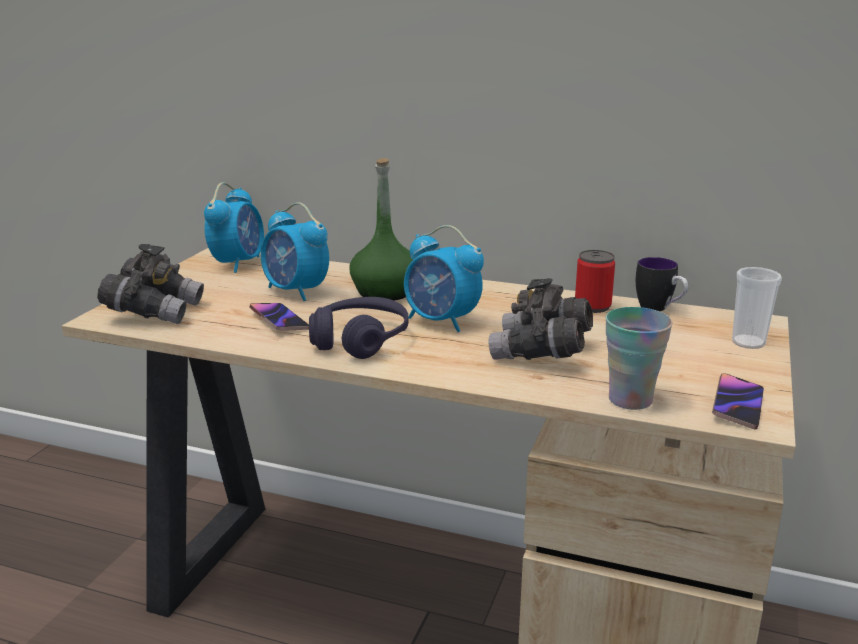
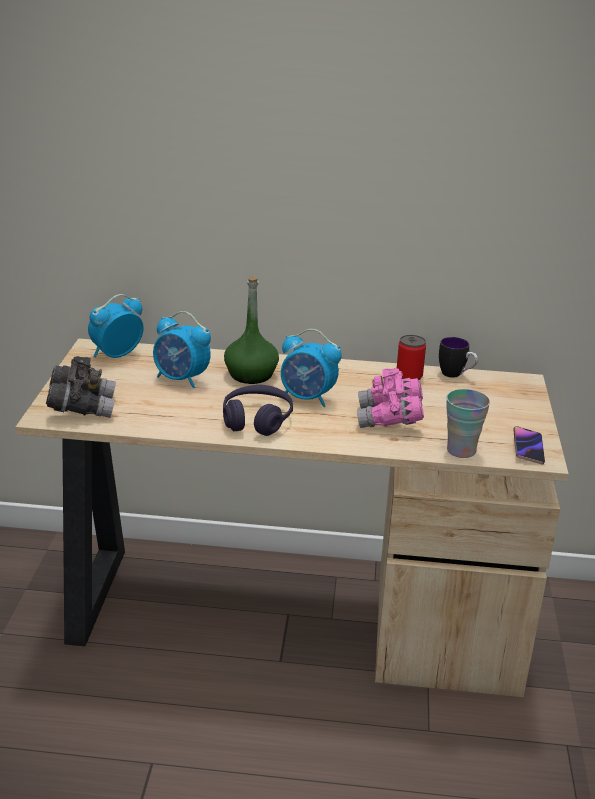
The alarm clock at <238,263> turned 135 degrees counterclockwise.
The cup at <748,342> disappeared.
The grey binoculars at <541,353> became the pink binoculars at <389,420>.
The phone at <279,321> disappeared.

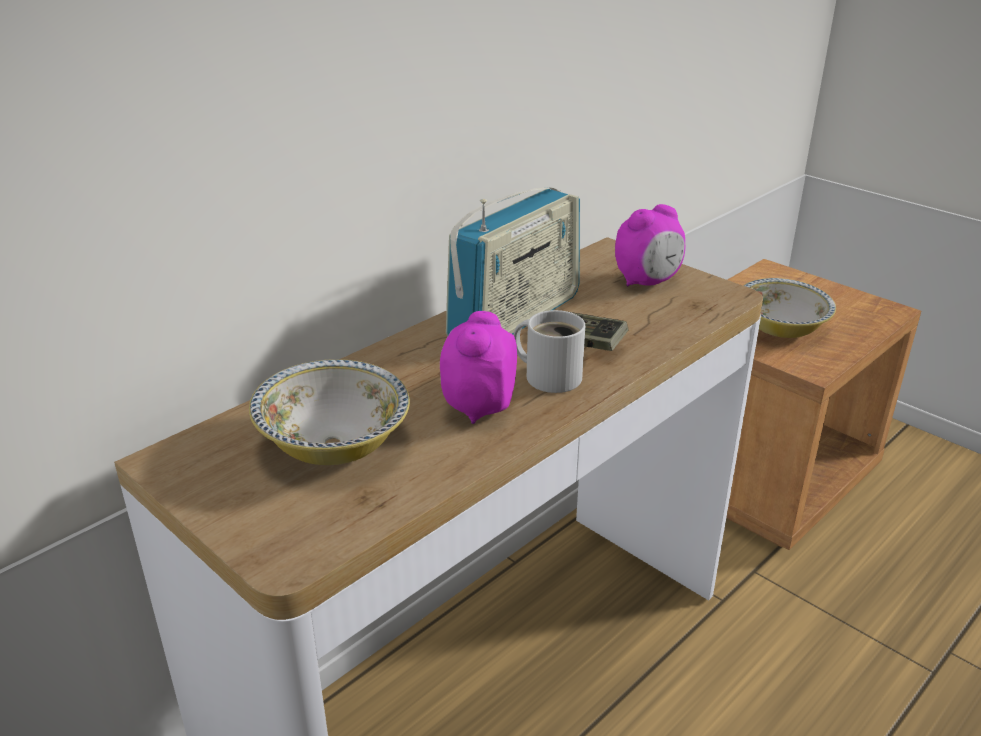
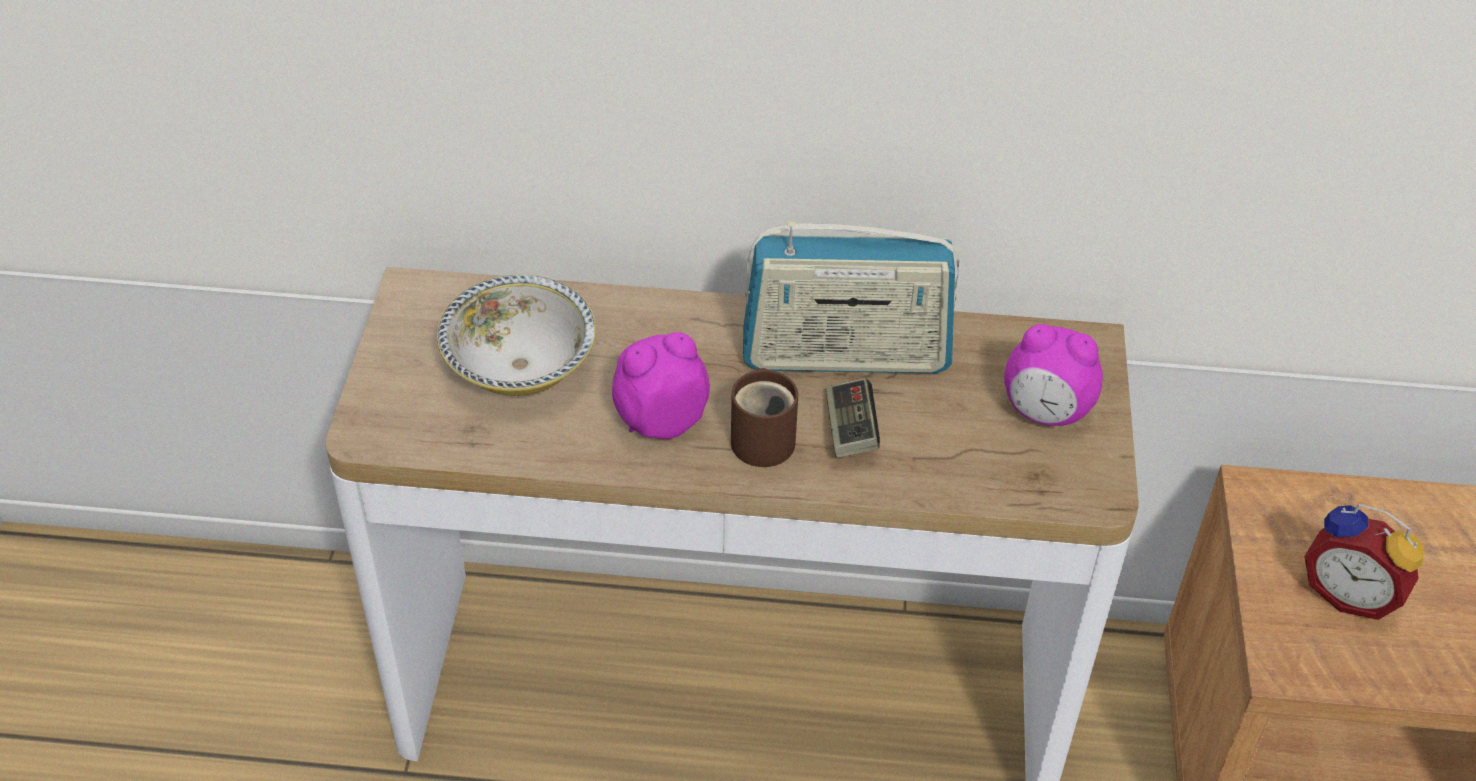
The bowl at <781,328> was replaced by the alarm clock at <1350,593>.
The white mug at <550,375> became the brown mug at <764,437>.

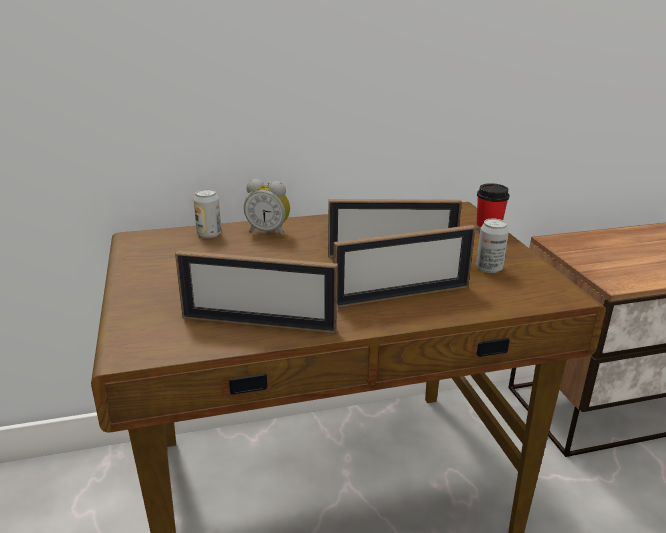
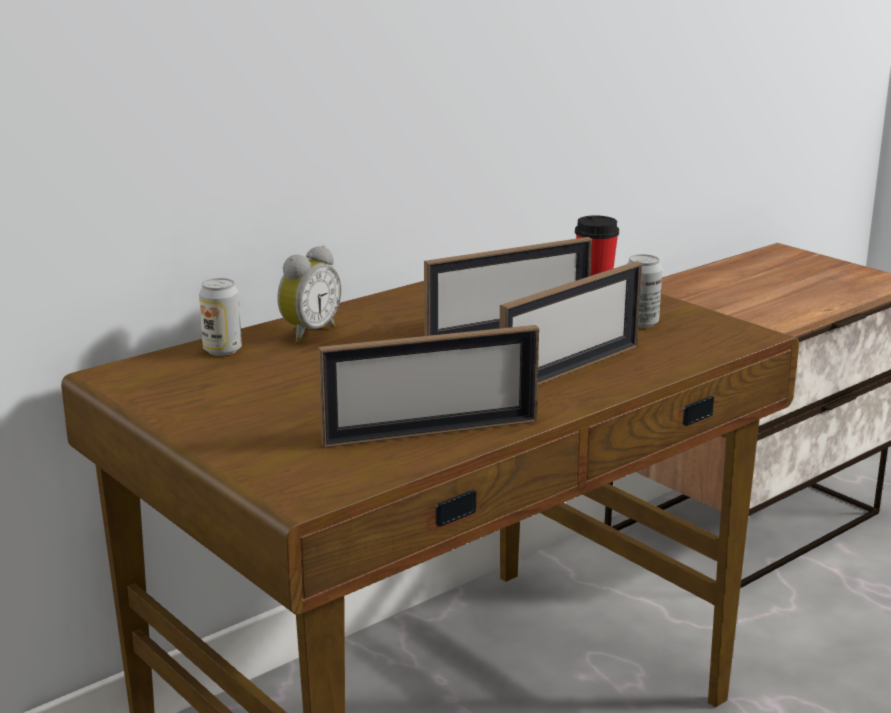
The alarm clock at <269,232> turned 45 degrees counterclockwise.

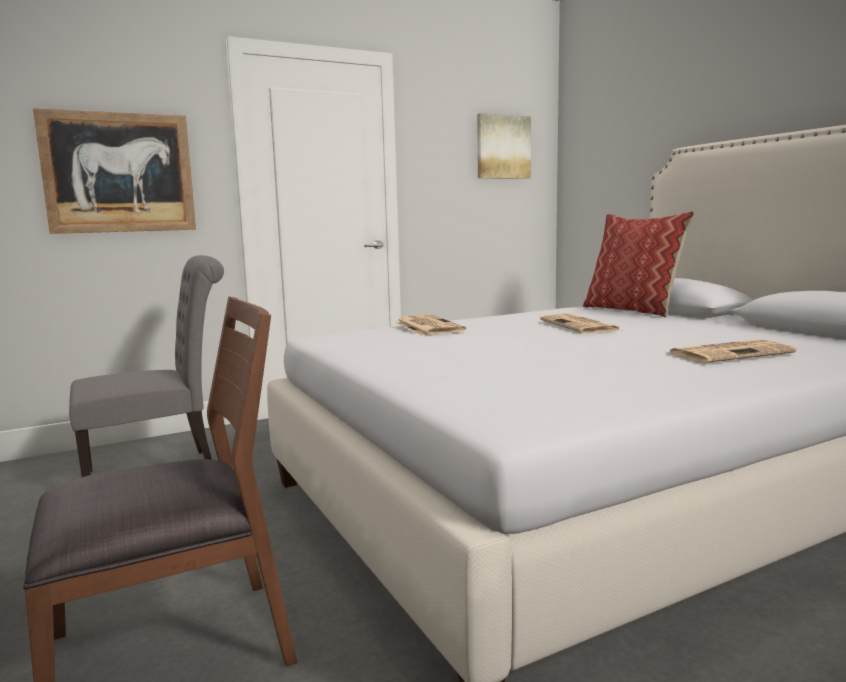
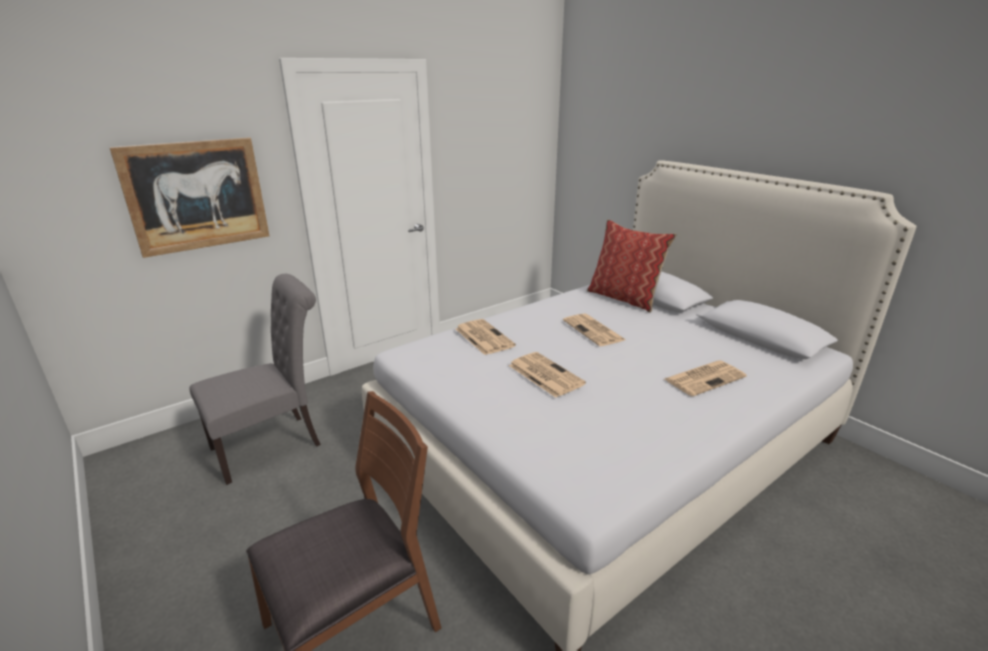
The picture at <502,147> disappeared.
The newspaper at <544,374> appeared.

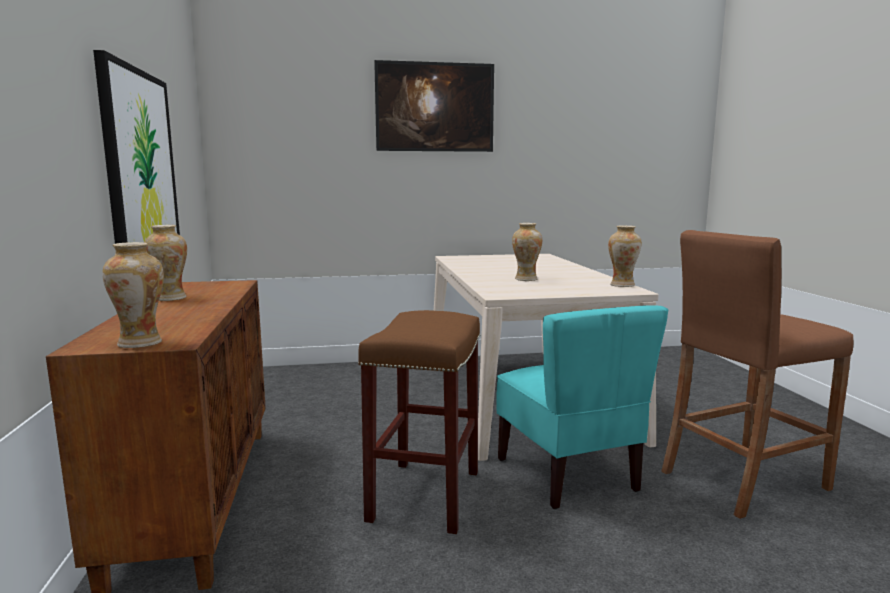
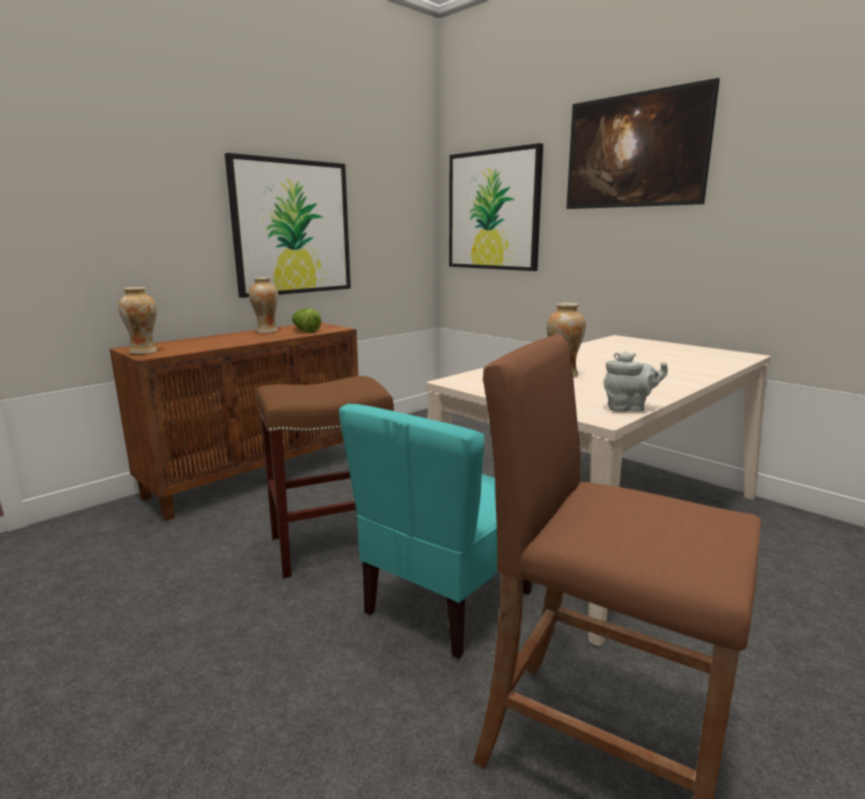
The vase at <622,285> was replaced by the grey teapot at <629,408>.
The picture at <493,210> appeared.
The lettuce at <305,331> appeared.

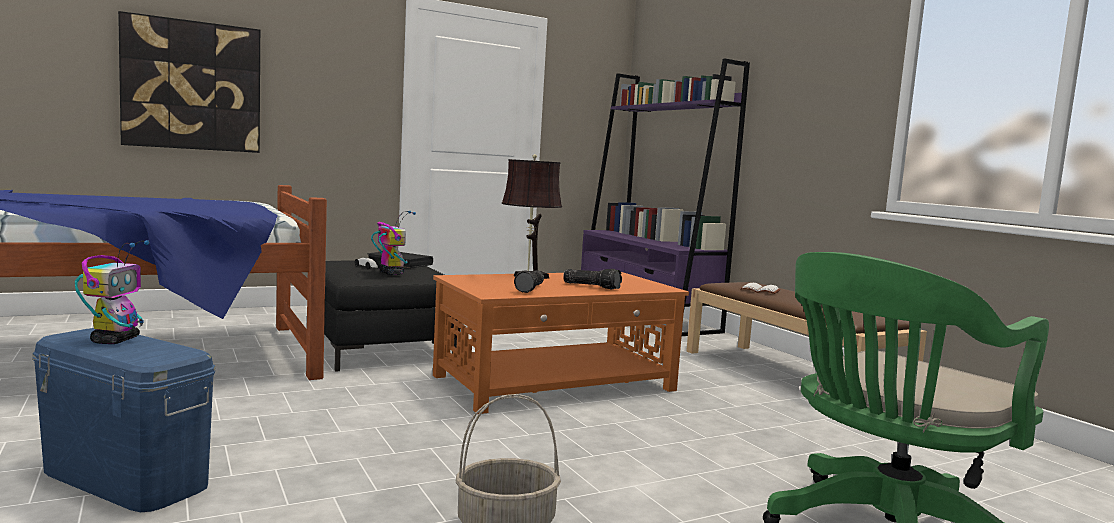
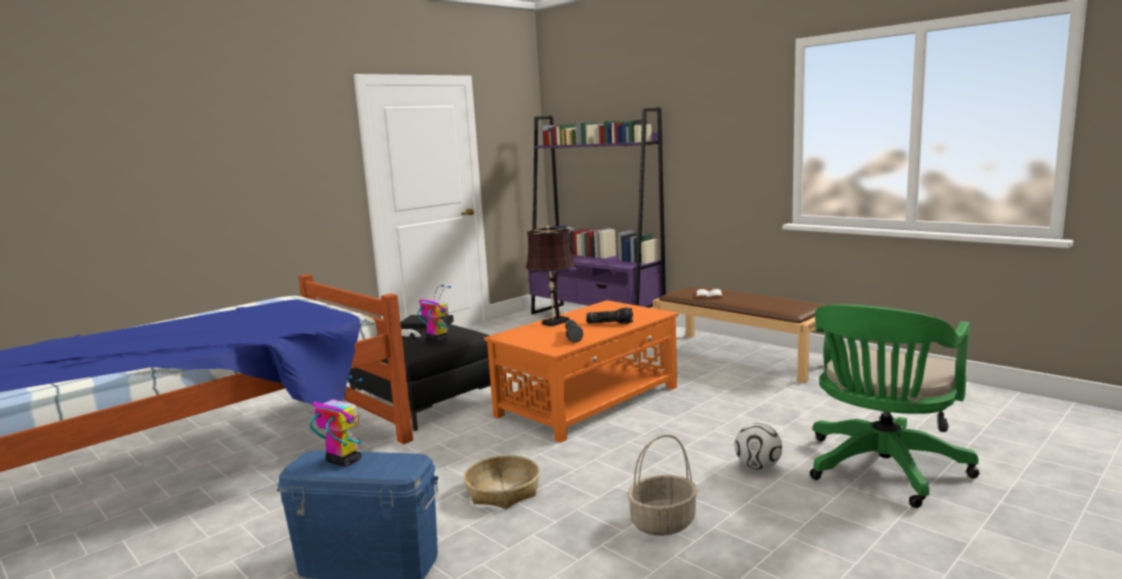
The picture at <192,86> disappeared.
The toy robot at <116,340> turned 45 degrees counterclockwise.
The football at <758,467> appeared.
The basket at <502,491> appeared.

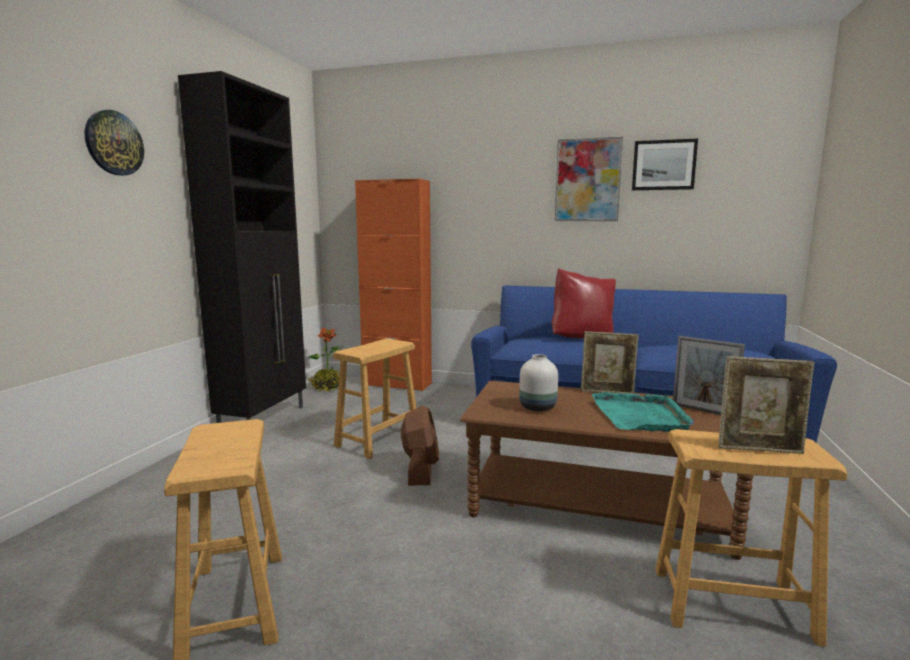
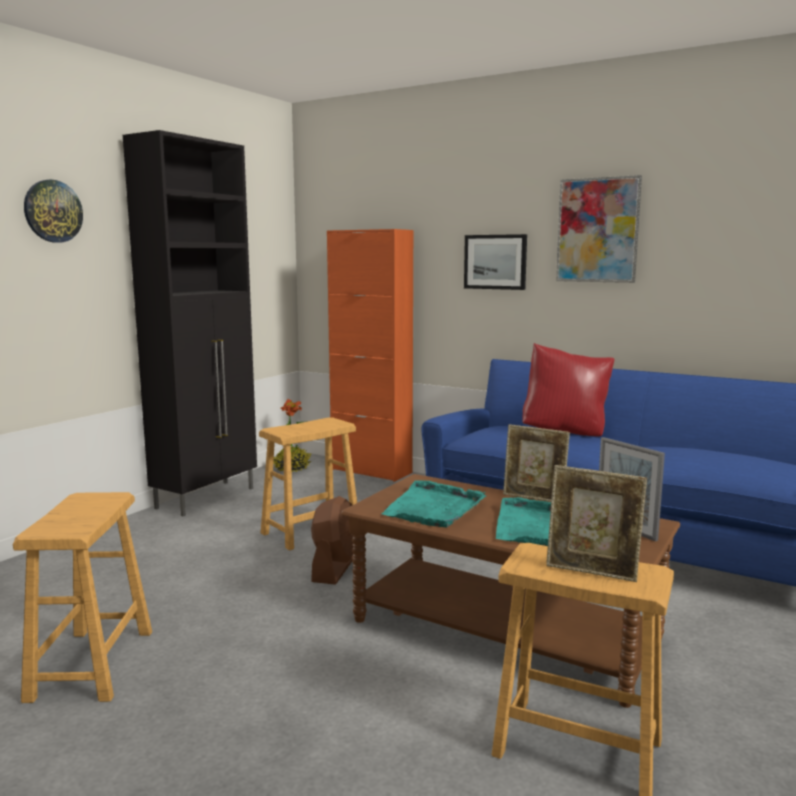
The picture moved from <663,165> to <495,262>.
The white vase at <538,408> was replaced by the turquoise tray at <434,508>.

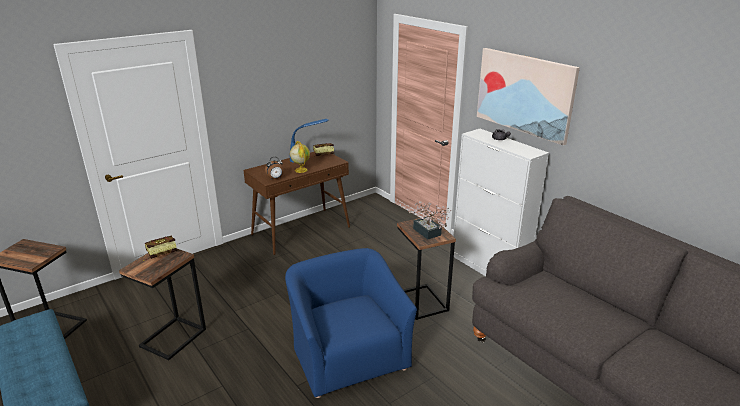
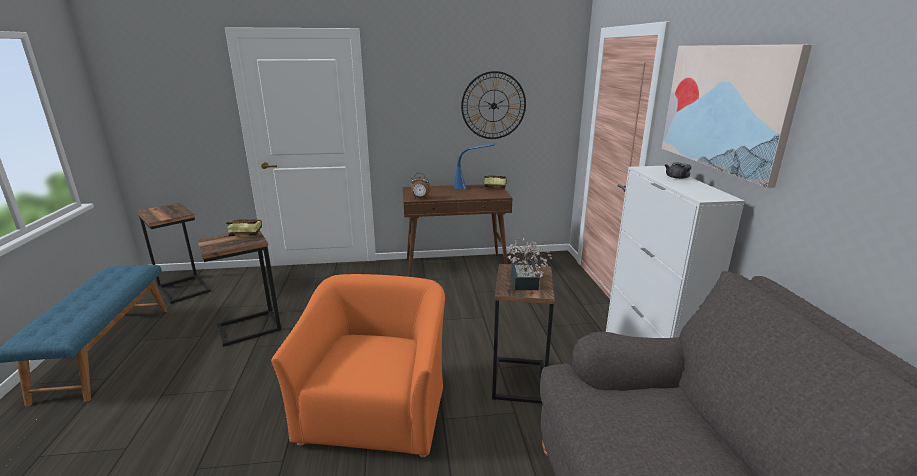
The globe at <300,170> disappeared.
The blue armchair at <348,356> became the orange armchair at <376,410>.
The wall clock at <493,105> appeared.

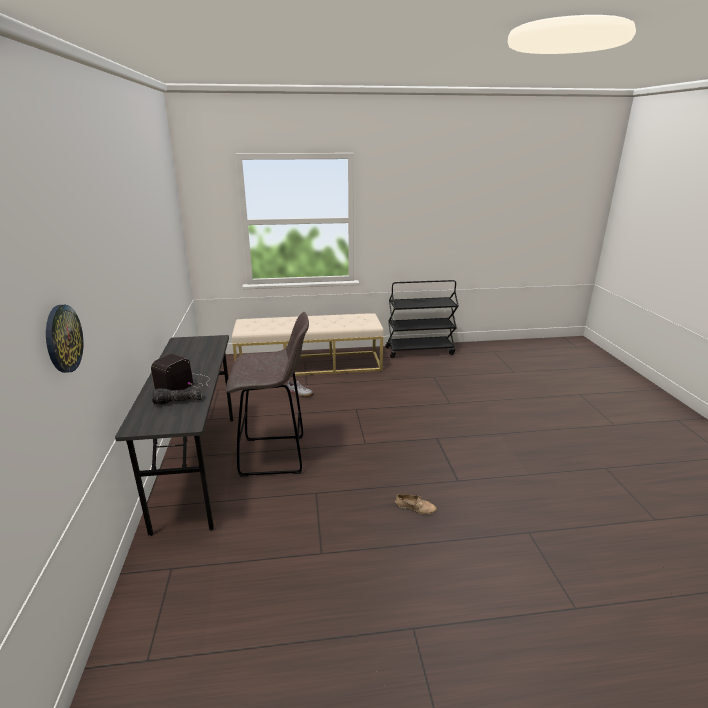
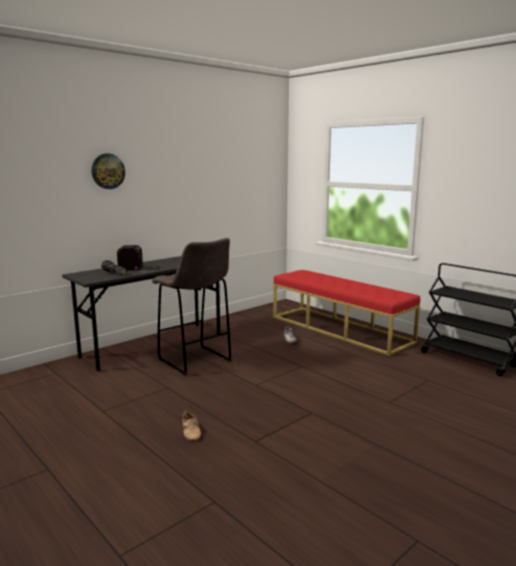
The wall clock moved from <63,338> to <108,171>.
The beige bench at <309,365> became the red bench at <340,329>.

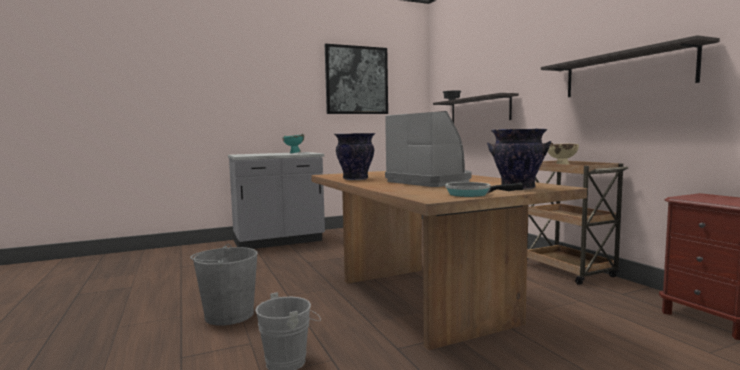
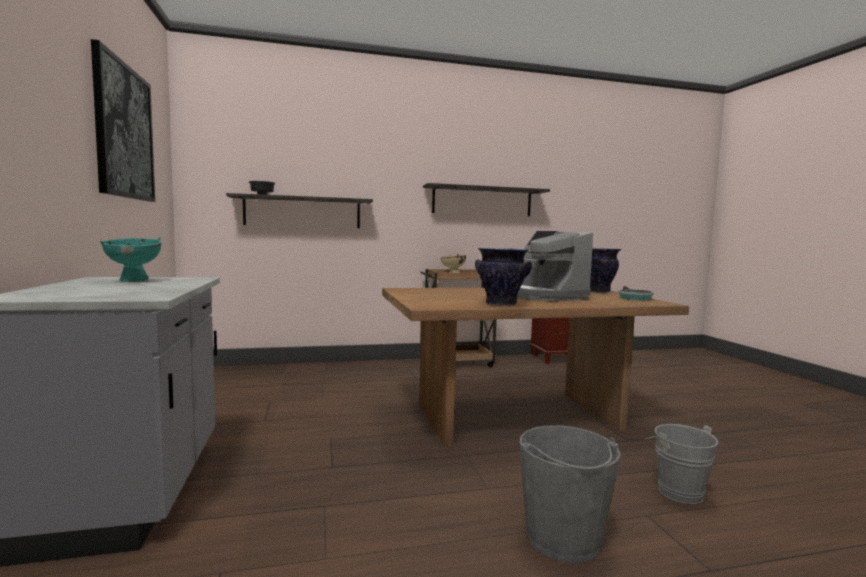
The coffee machine at <430,182> turned 90 degrees counterclockwise.

